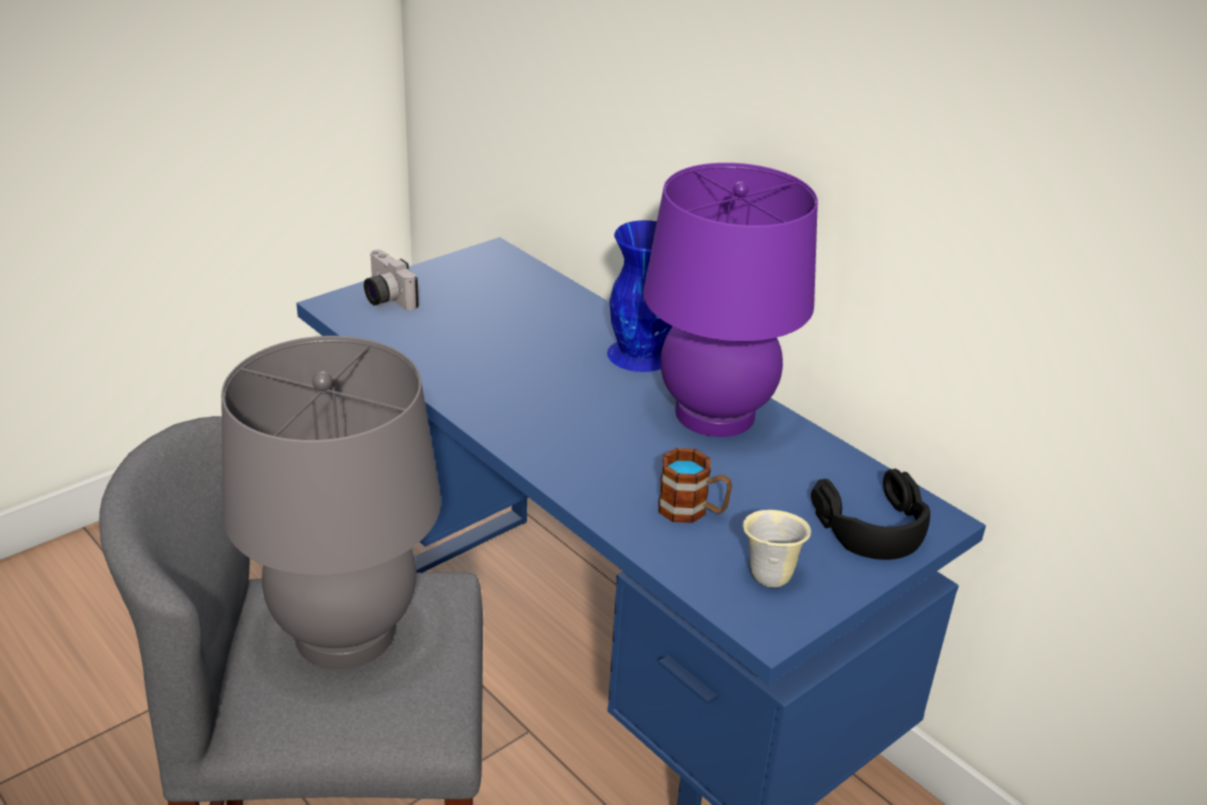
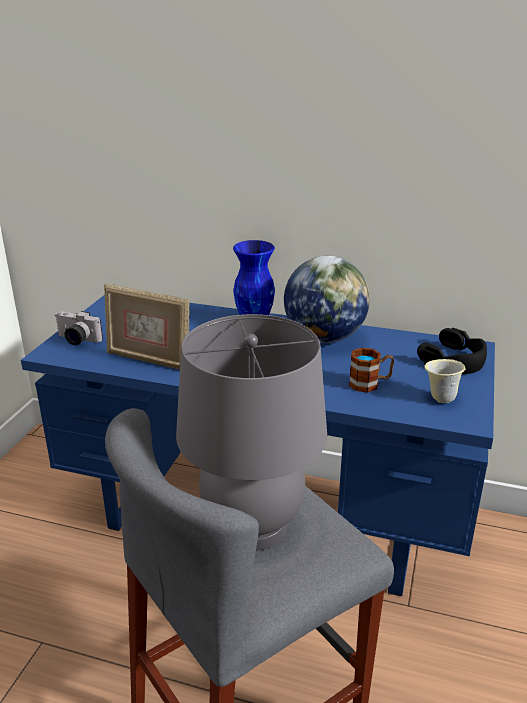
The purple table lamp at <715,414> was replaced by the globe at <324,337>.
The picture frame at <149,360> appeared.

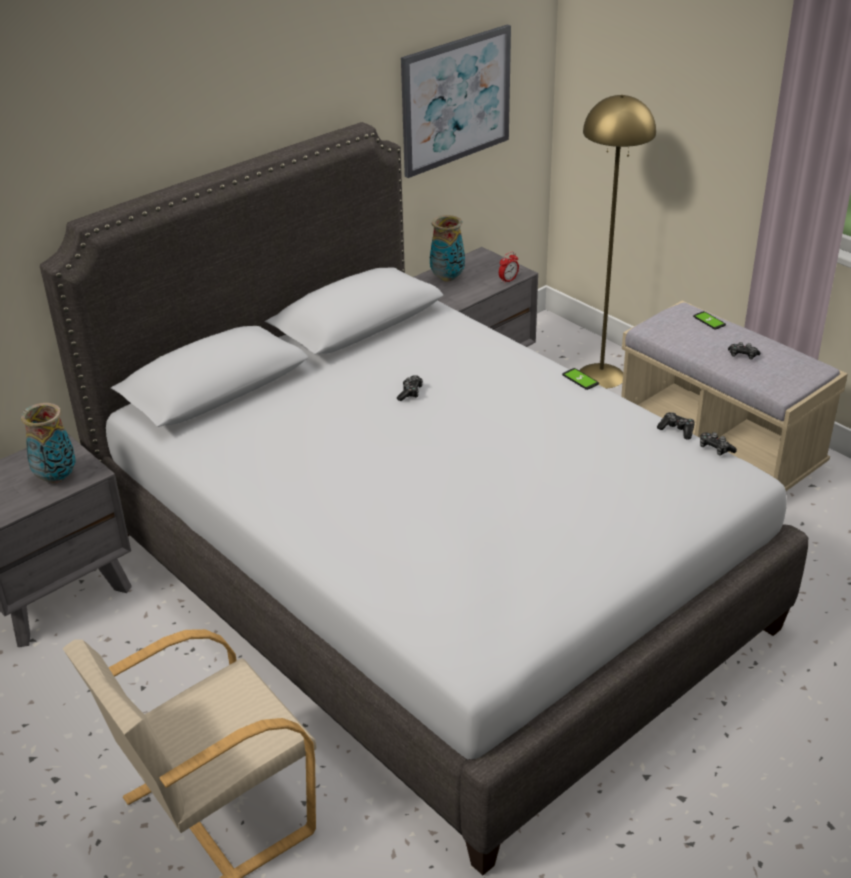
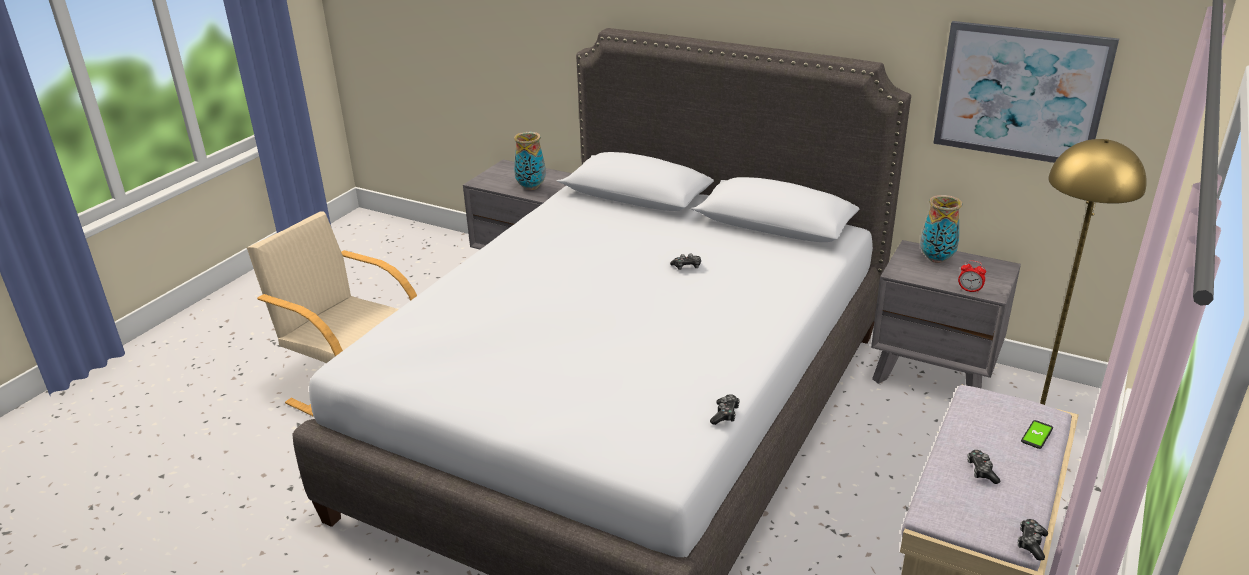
The phone at <580,379> disappeared.
The game controller moved from <715,449> to <1031,543>.

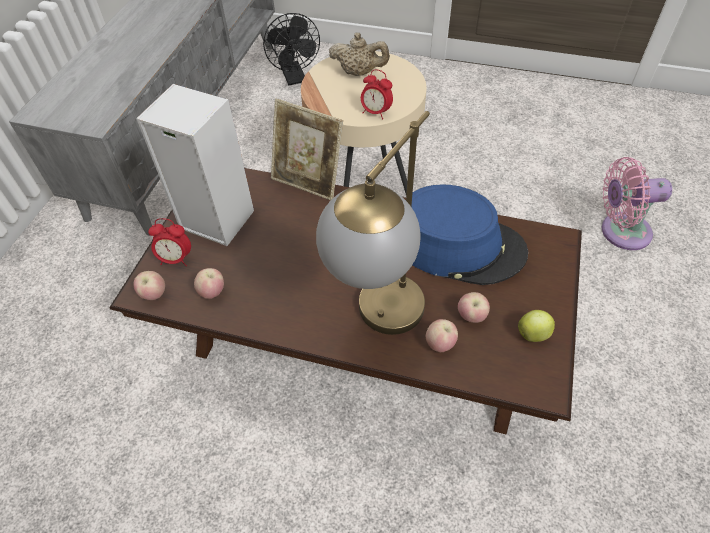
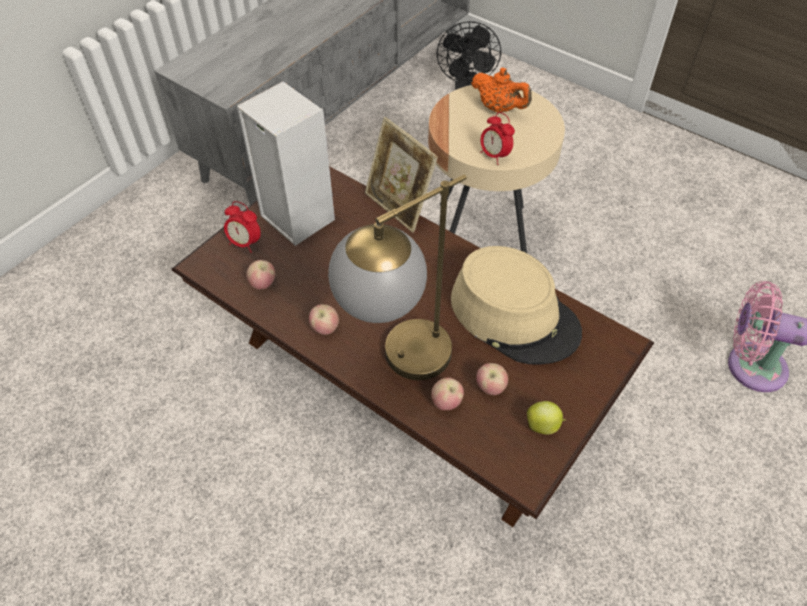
The beige teapot at <359,72> became the orange teapot at <499,108>.
The blue hat at <458,245> became the beige hat at <514,315>.
The apple moved from <154,294> to <325,328>.

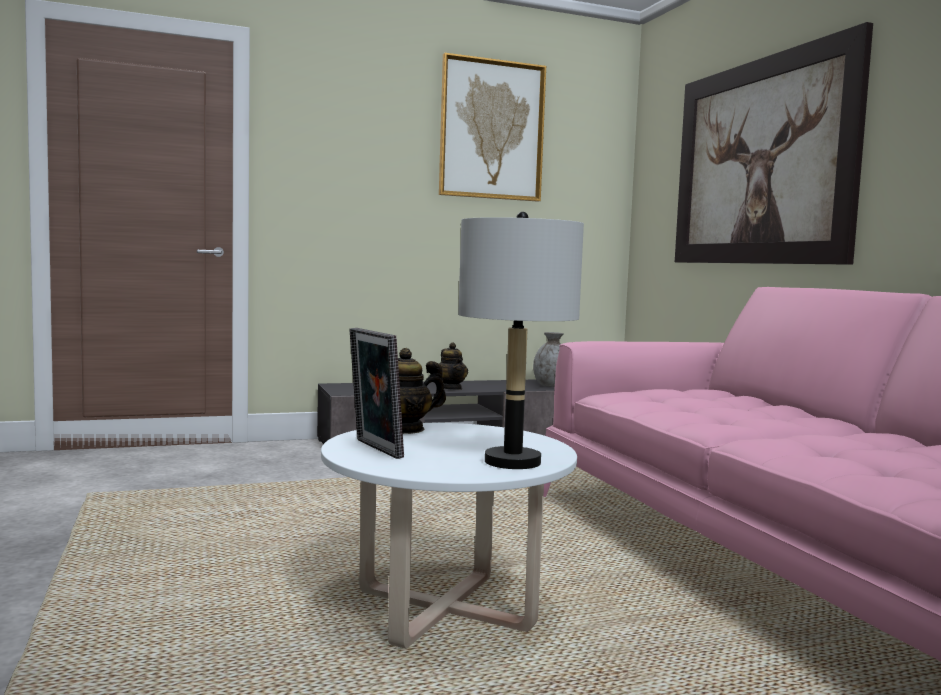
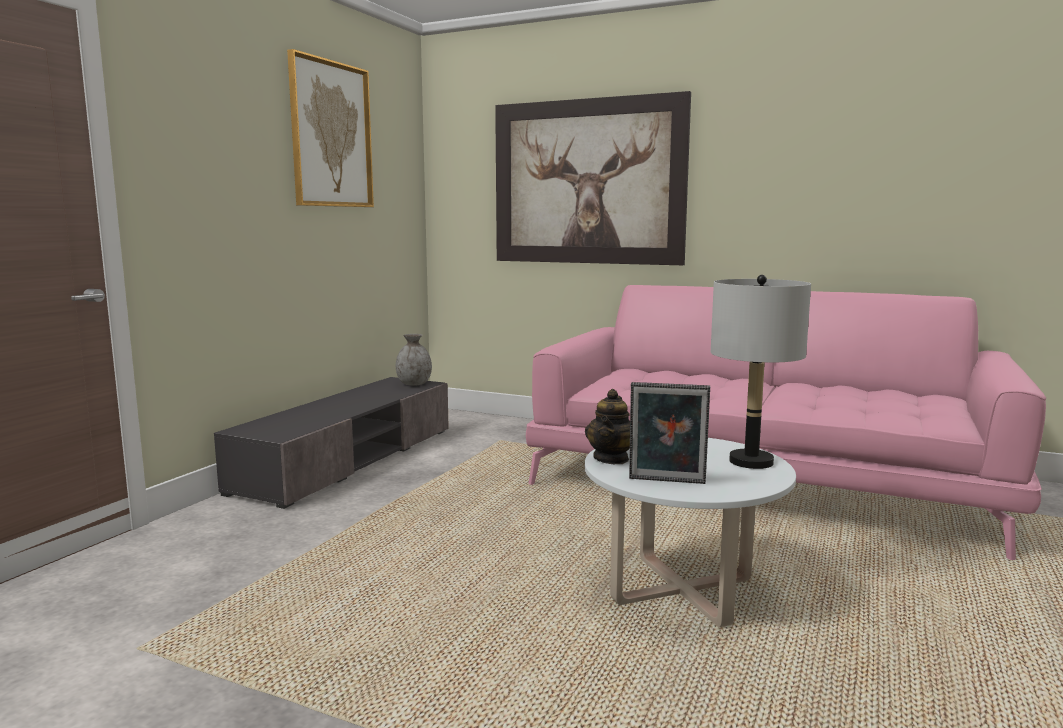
The teapot at <451,388> disappeared.

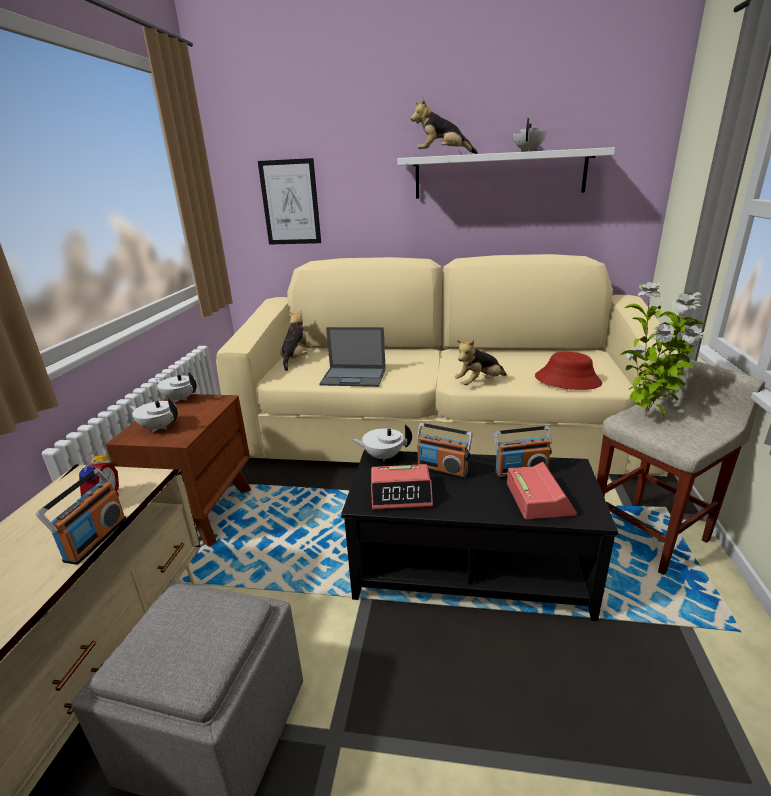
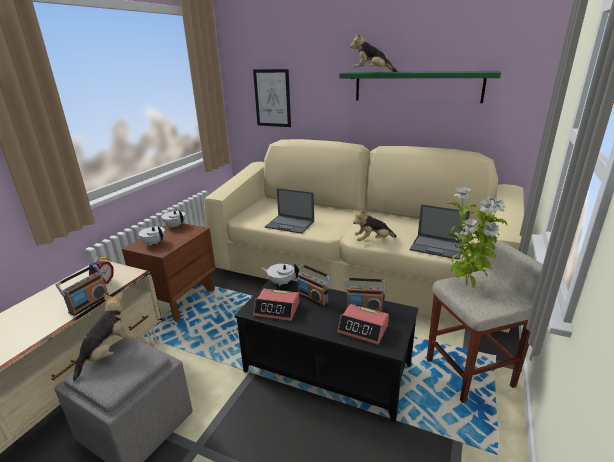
The white teapot at <528,151> disappeared.
The white shelf at <499,174> became the green shelf at <417,86>.
The plush toy moved from <296,359> to <108,353>.
The red hat at <567,380> was replaced by the laptop at <438,247>.
The alarm clock at <538,499> turned 105 degrees clockwise.

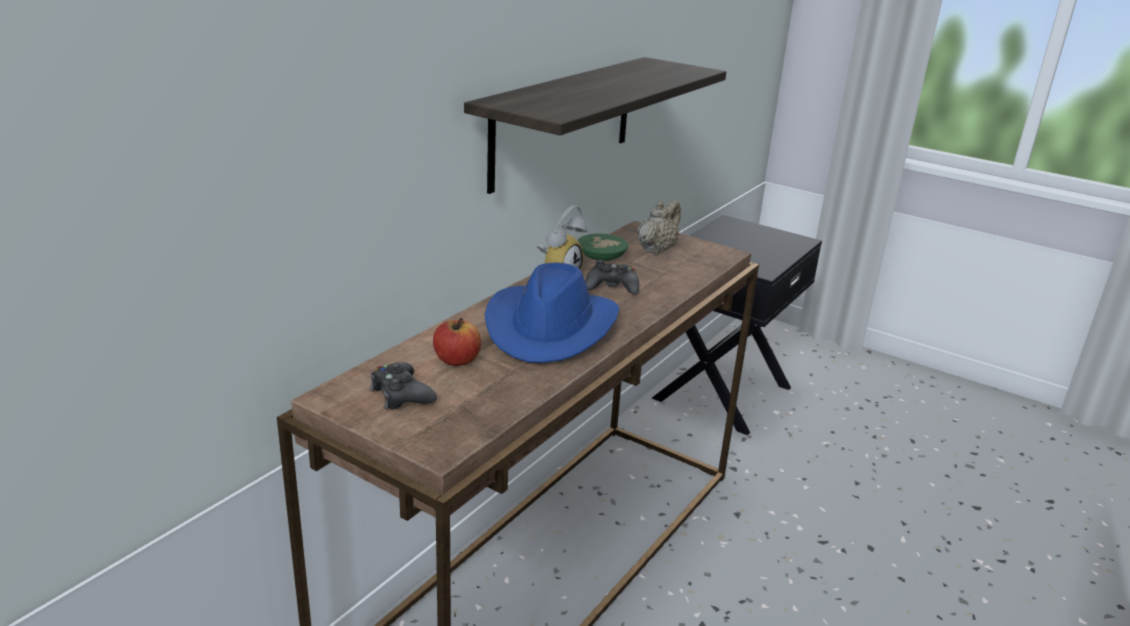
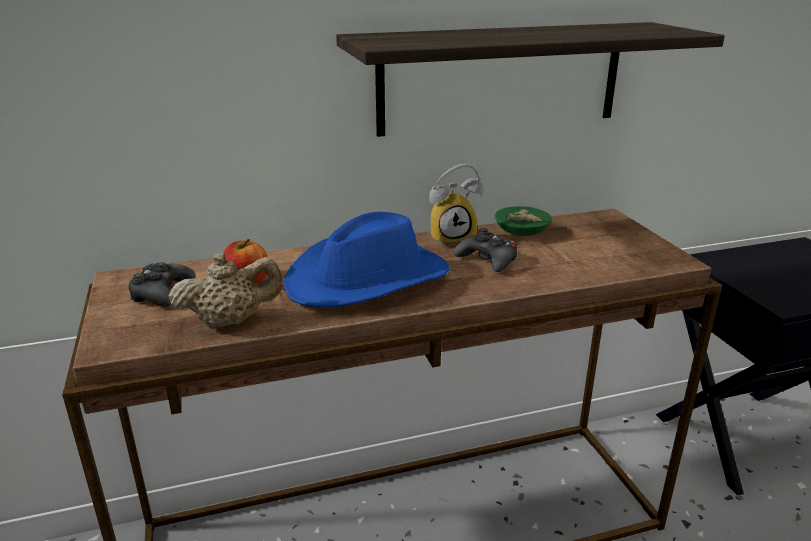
The beige teapot moved from <656,250> to <231,322>.

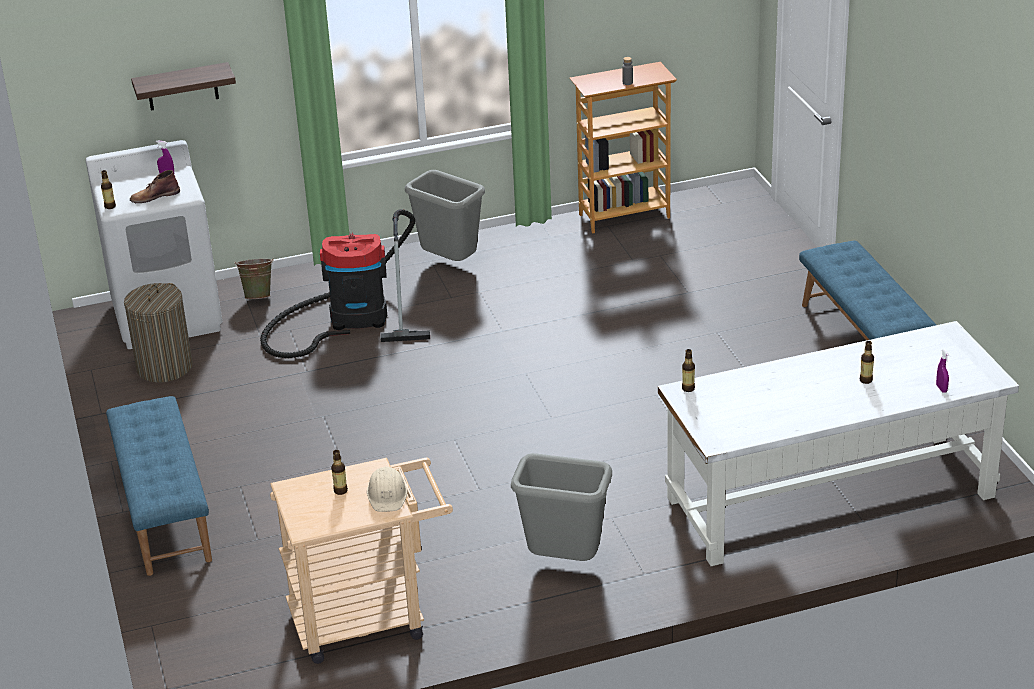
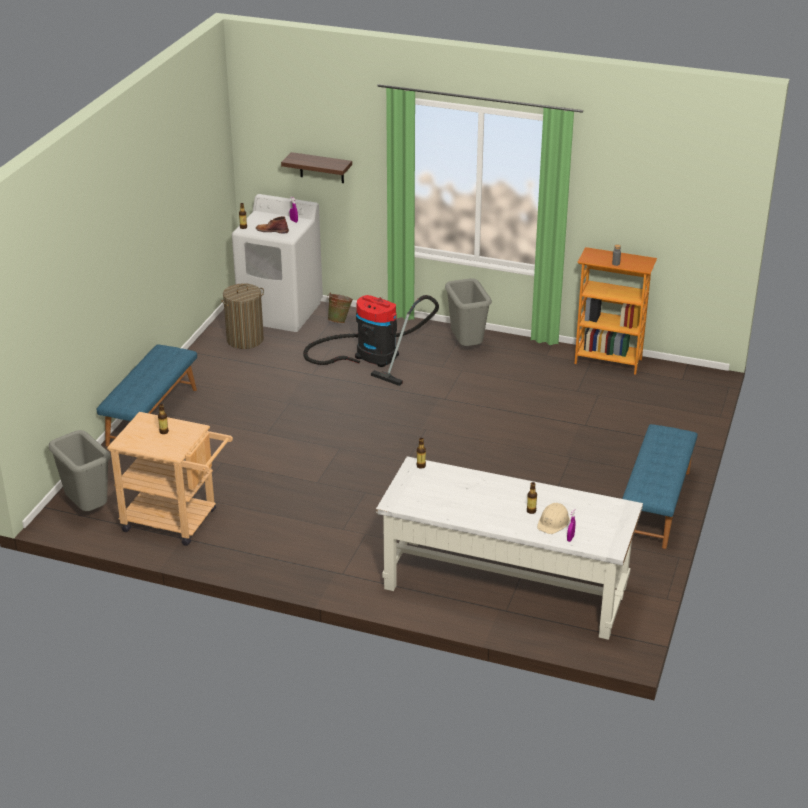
The grey trash can moved from <563,562> to <87,509>.
The beige hard hat moved from <387,494> to <553,522>.

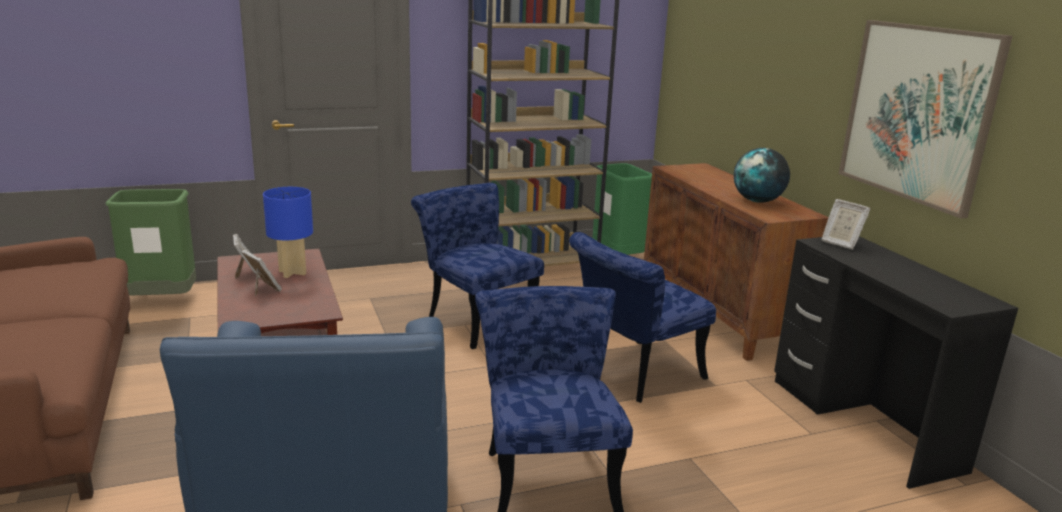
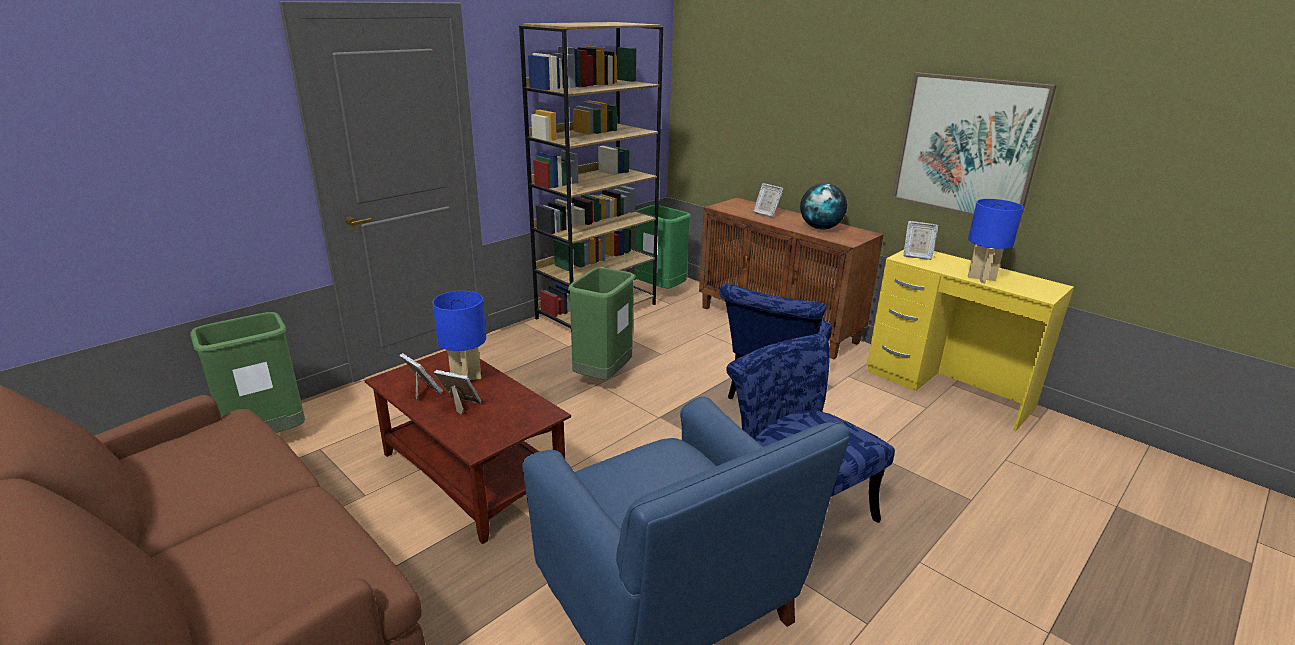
The blue chair at <476,319> was replaced by the green trash can at <603,376>.
The black desk at <863,423> became the yellow desk at <947,389>.
The picture frame at <766,214> appeared.
The blue table lamp at <980,278> appeared.

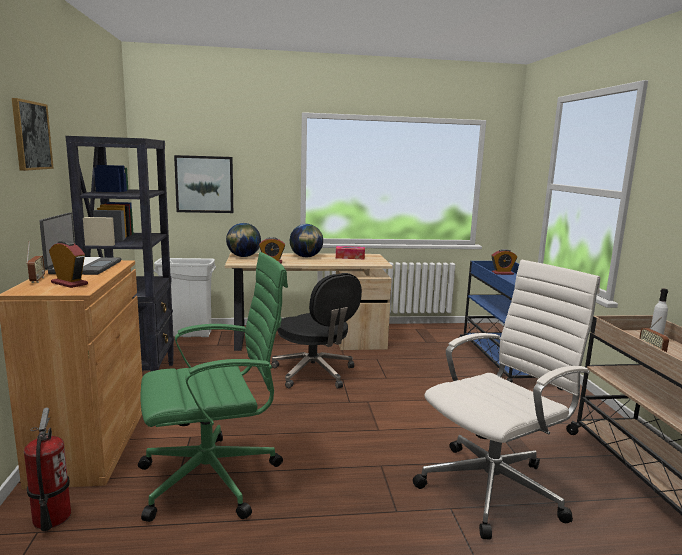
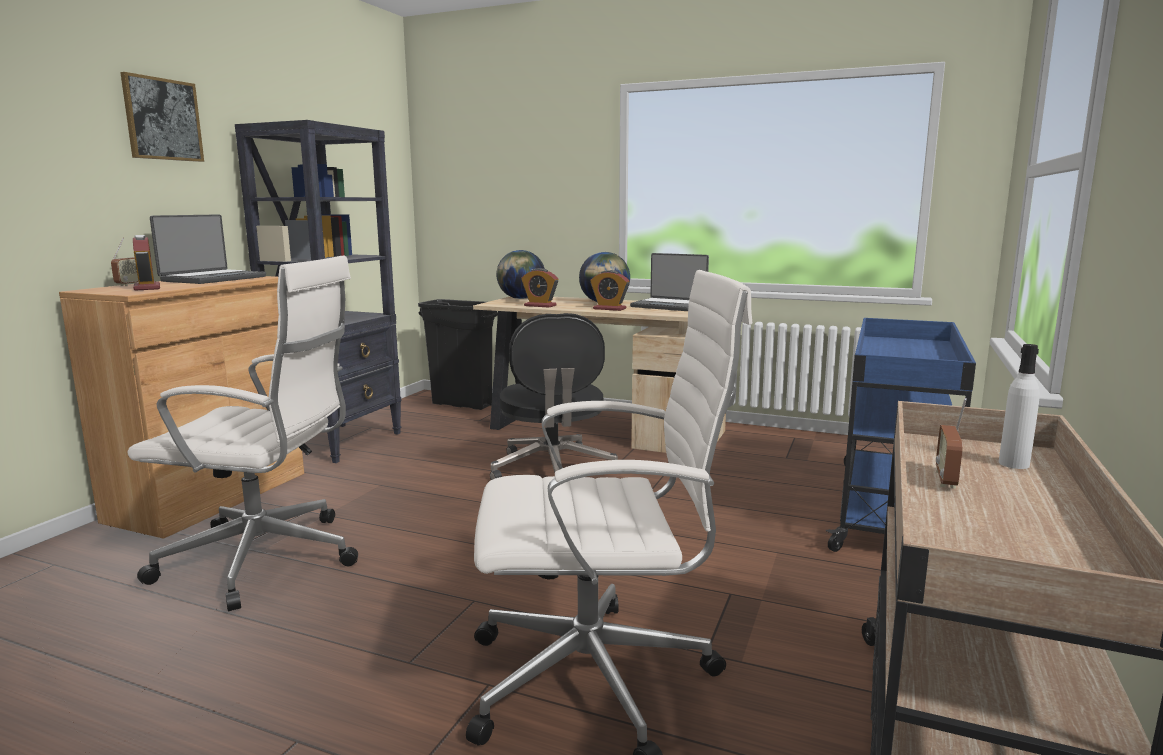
The picture at <204,184> disappeared.
The tissue box at <350,257> was replaced by the laptop at <669,306>.
The alarm clock moved from <502,273> to <609,309>.
The green office chair at <214,478> became the white office chair at <266,560>.
The white trash can at <188,335> became the black trash can at <462,404>.
The fire extinguisher at <51,518> disappeared.

